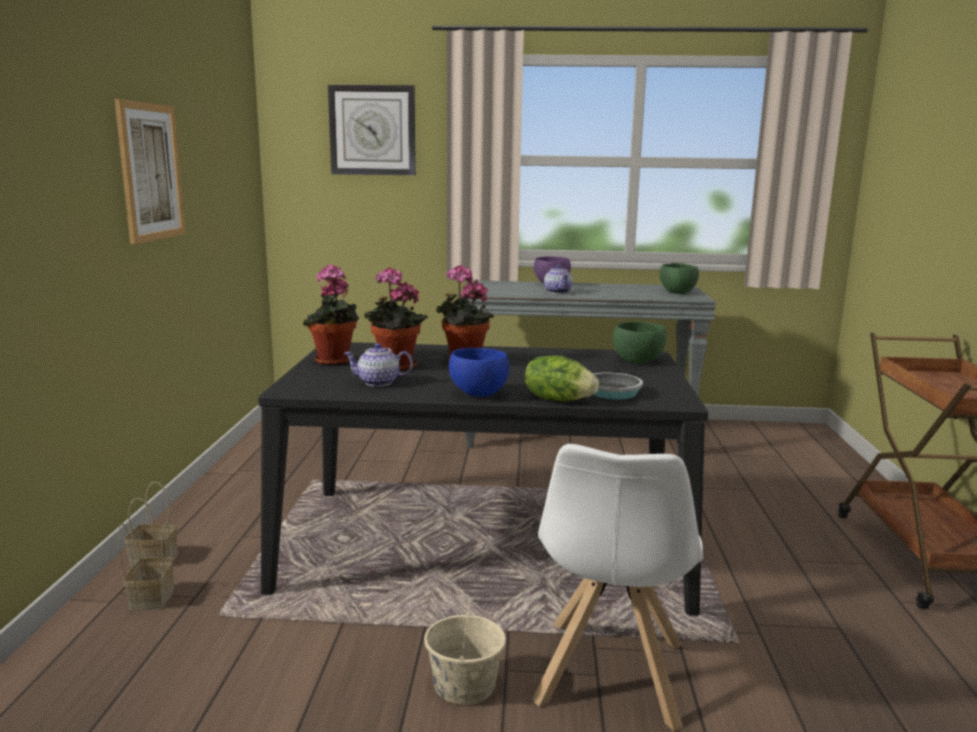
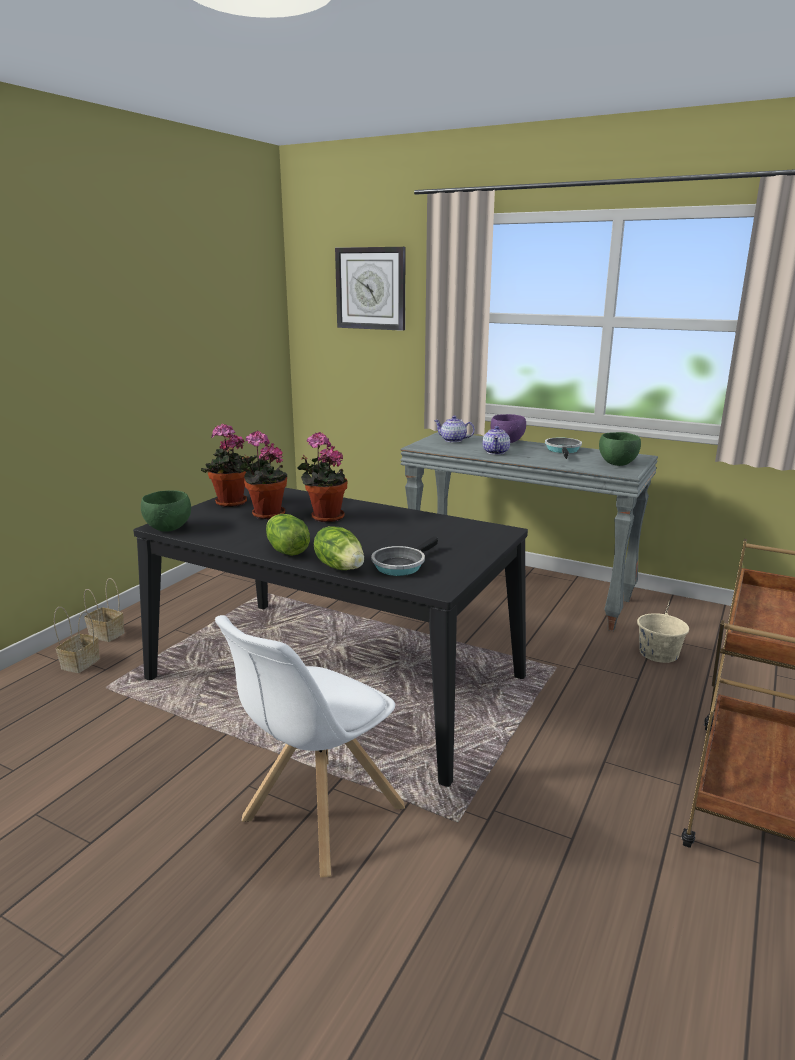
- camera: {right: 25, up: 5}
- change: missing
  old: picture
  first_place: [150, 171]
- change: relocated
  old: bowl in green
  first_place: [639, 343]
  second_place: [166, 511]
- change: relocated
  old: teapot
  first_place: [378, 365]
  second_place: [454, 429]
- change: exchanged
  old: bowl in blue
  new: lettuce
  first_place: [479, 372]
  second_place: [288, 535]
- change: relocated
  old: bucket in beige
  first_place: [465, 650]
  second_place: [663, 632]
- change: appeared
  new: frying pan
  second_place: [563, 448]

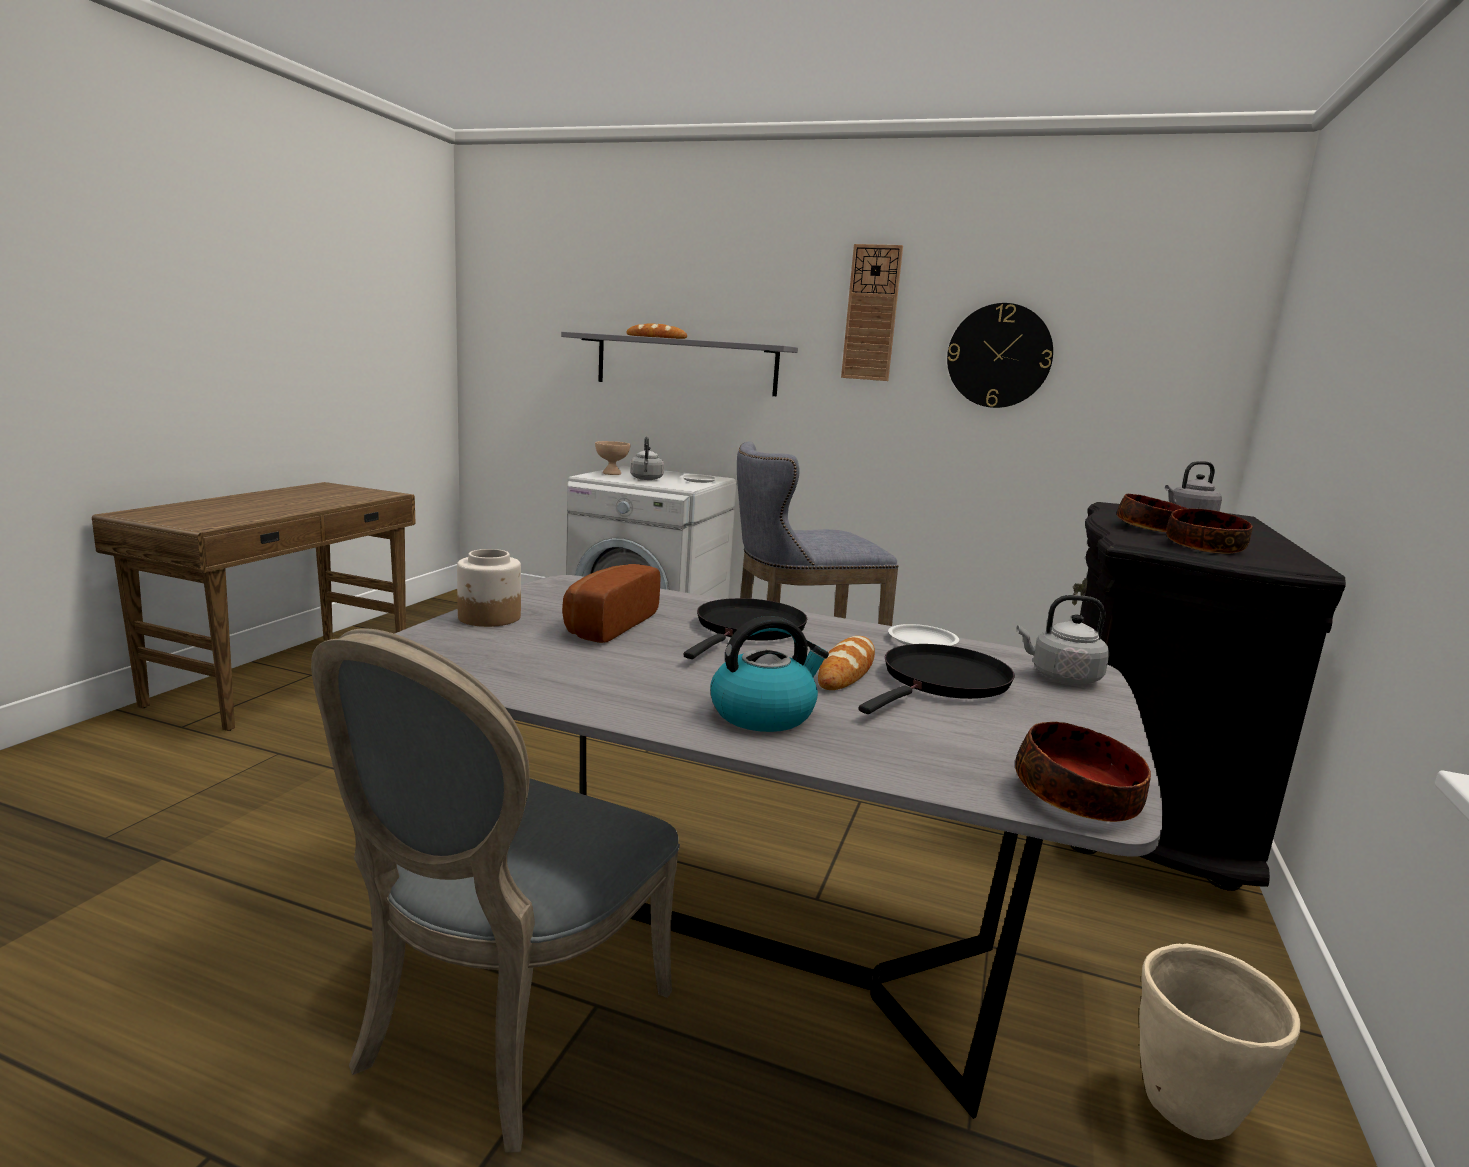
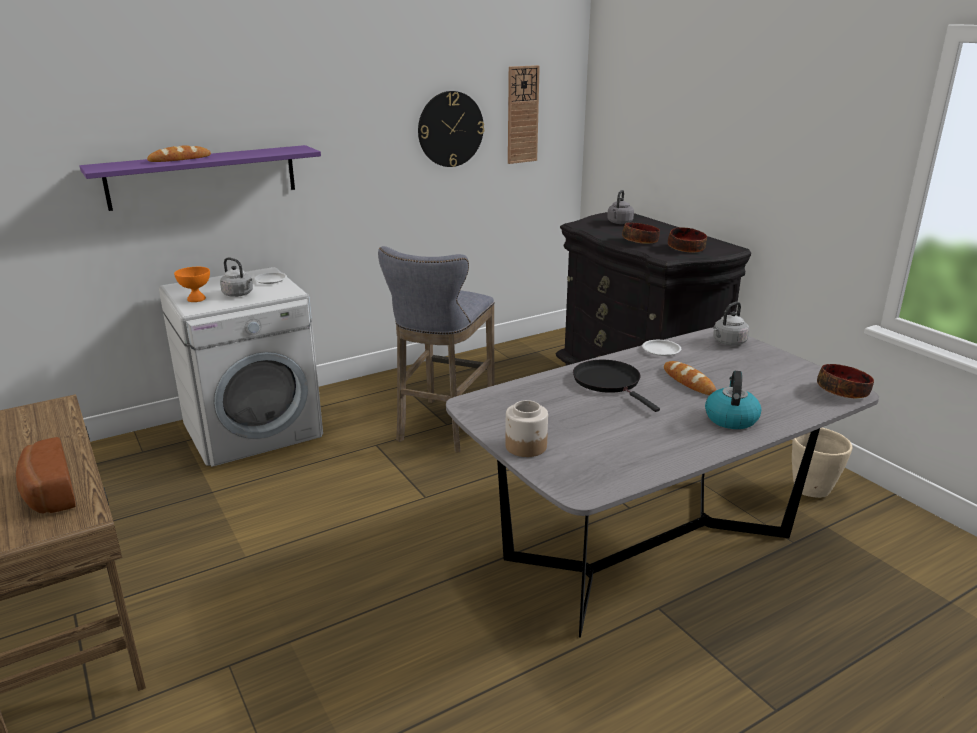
- camera: {right: -50, up: 10}
- change: relocated
  old: wall clock
  first_place: [872, 312]
  second_place: [524, 114]
- change: colour
  old: shelf in grey
  new: shelf in purple
  first_place: [679, 363]
  second_place: [200, 178]
- change: colour
  old: bowl in beige
  new: bowl in orange
  first_place: [613, 458]
  second_place: [192, 284]
- change: relocated
  old: bread
  first_place: [611, 603]
  second_place: [46, 475]
- change: missing
  old: chair in grey
  first_place: [495, 890]
- change: missing
  old: frying pan in black
  first_place: [937, 679]

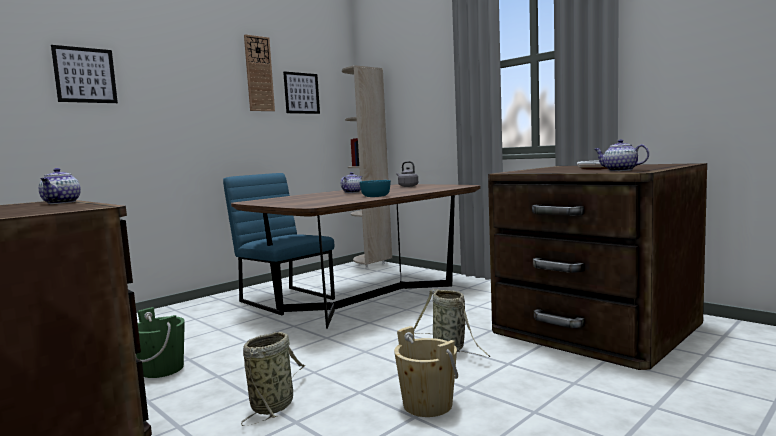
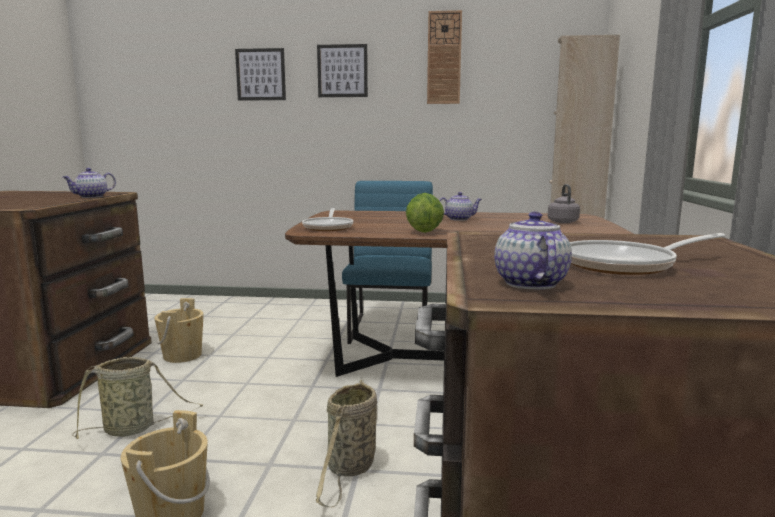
- camera: {right: 50, up: 5}
- change: relocated
  old: picture
  first_place: [301, 92]
  second_place: [342, 70]
- change: exchanged
  old: bowl in turquoise
  new: lettuce
  first_place: [375, 188]
  second_place: [425, 213]
- change: colour
  old: bucket in green
  new: bucket in beige
  first_place: [160, 342]
  second_place: [179, 330]
- change: appeared
  new: frying pan
  second_place: [328, 219]

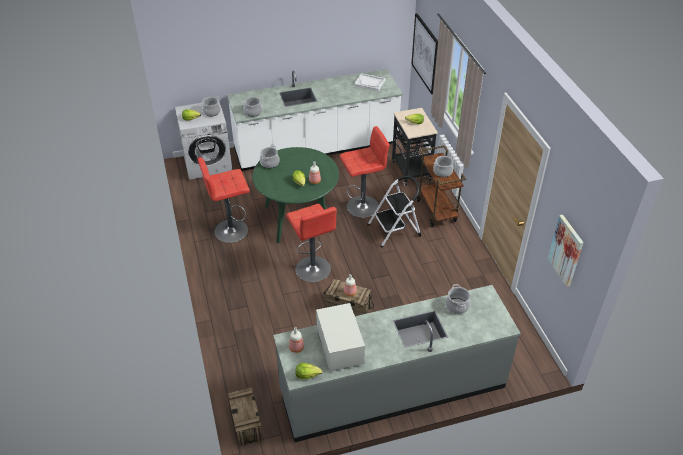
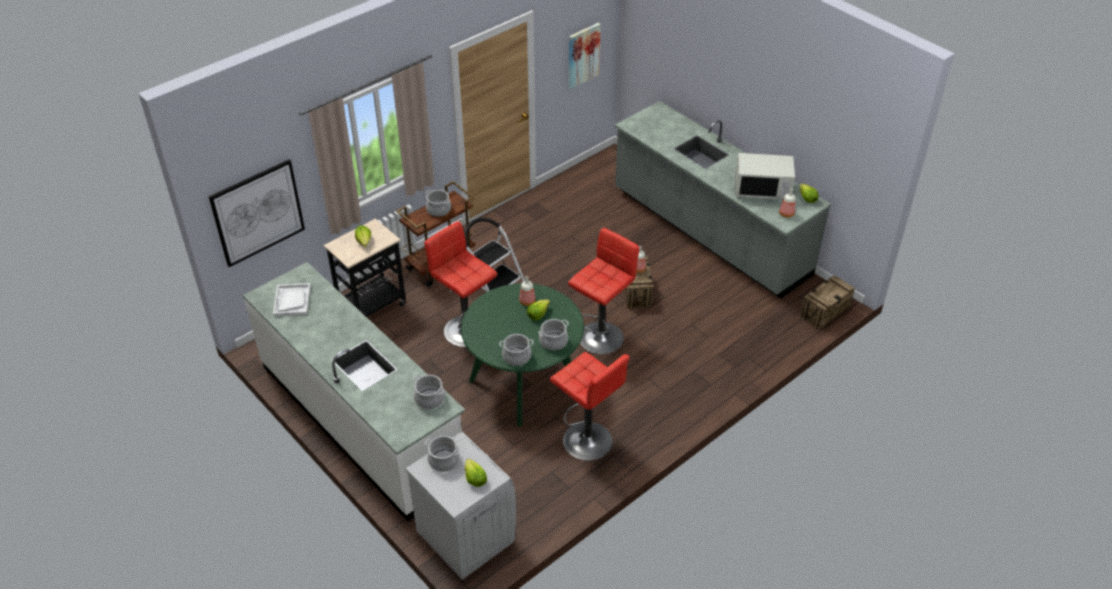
- camera: {right: -115, up: 0}
- change: relocated
  old: cooking pot
  first_place: [457, 299]
  second_place: [553, 335]
- change: spun
  old: microwave in white
  first_place: [340, 337]
  second_place: [765, 176]
  degrees: -135

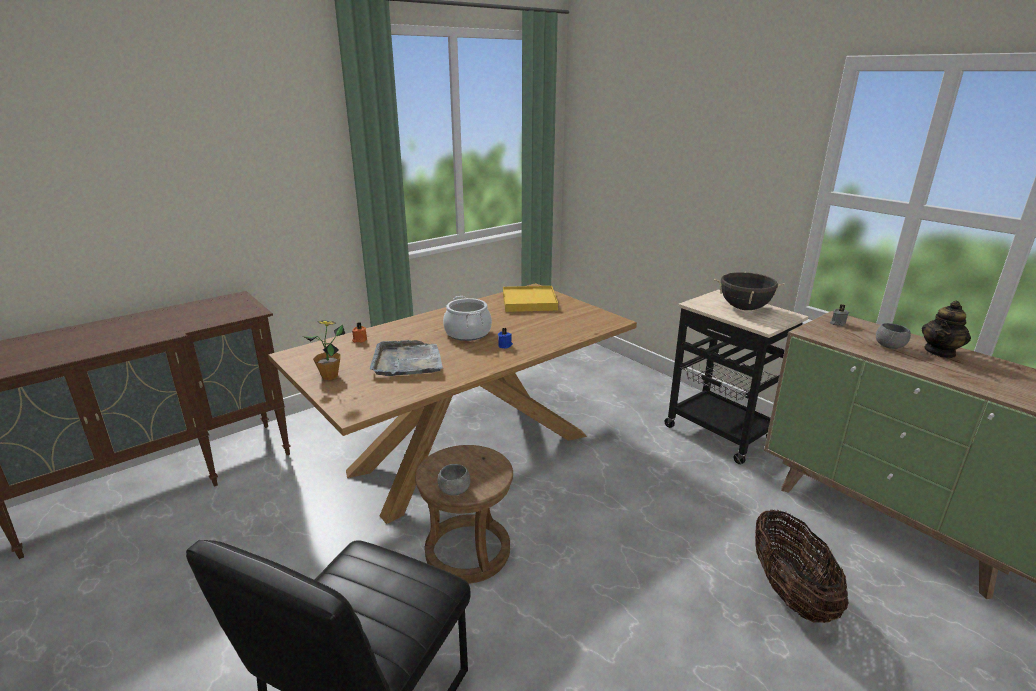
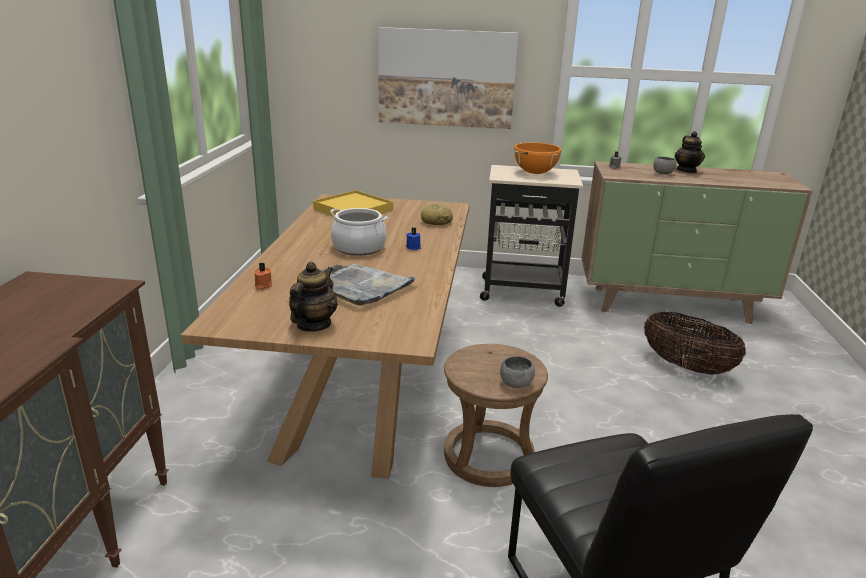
- camera: {right: -45, up: 0}
- change: colour
  old: cooking pot in black
  new: cooking pot in orange
  first_place: [749, 291]
  second_place: [537, 158]
- change: exchanged
  old: potted plant
  new: teapot
  first_place: [324, 350]
  second_place: [313, 297]
- change: appeared
  new: picture
  second_place: [448, 78]
- change: appeared
  new: bread
  second_place: [437, 214]

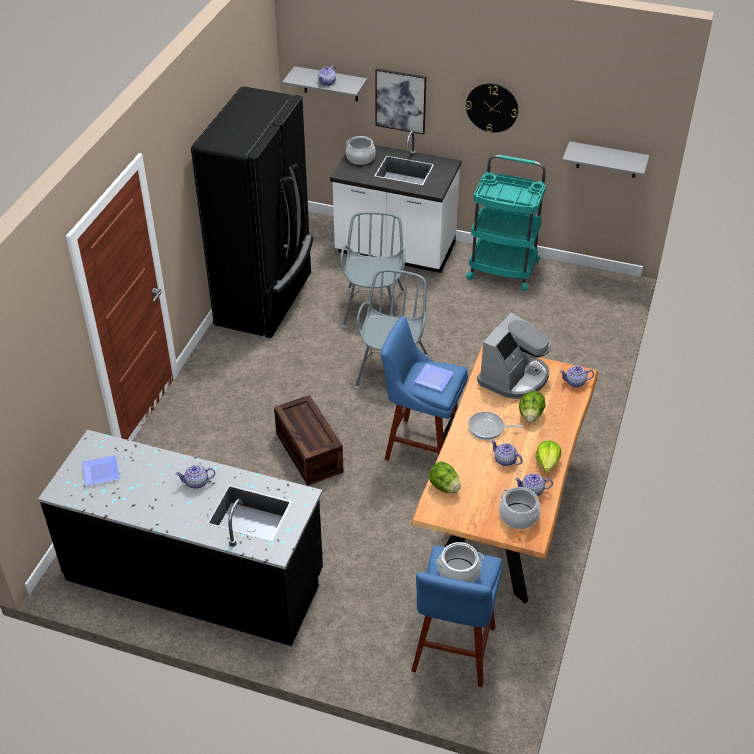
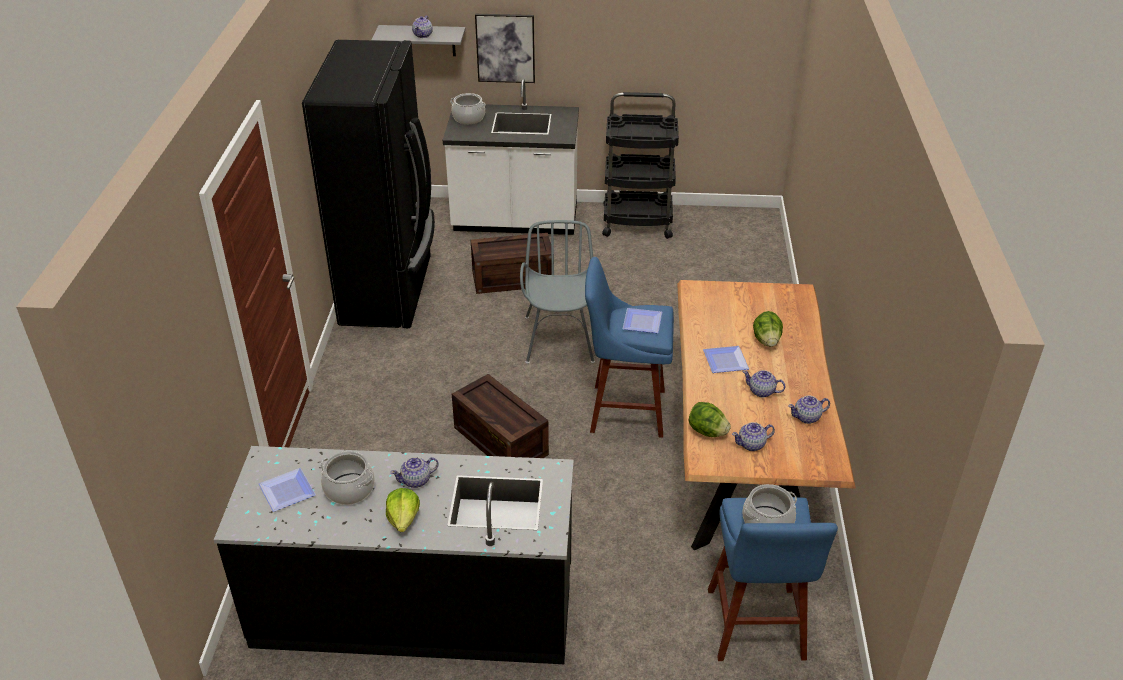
- camera: {right: -15, up: -5}
- change: missing
  old: wall clock
  first_place: [492, 108]
- change: missing
  old: shelf in grey
  first_place: [606, 159]
- change: colour
  old: cart in turquoise
  new: cart in black
  first_place: [506, 223]
  second_place: [640, 165]
- change: exchanged
  old: chair in grey
  new: crate
  first_place: [372, 269]
  second_place: [511, 263]
- change: missing
  old: coffee machine
  first_place: [514, 355]
- change: relocated
  old: teapot
  first_place: [577, 376]
  second_place: [753, 436]
- change: exchanged
  old: frying pan
  new: plate
  first_place: [495, 426]
  second_place: [726, 359]
- change: relocated
  old: lettuce
  first_place: [548, 456]
  second_place: [403, 510]
- change: relocated
  old: cooking pot
  first_place: [520, 508]
  second_place: [347, 478]

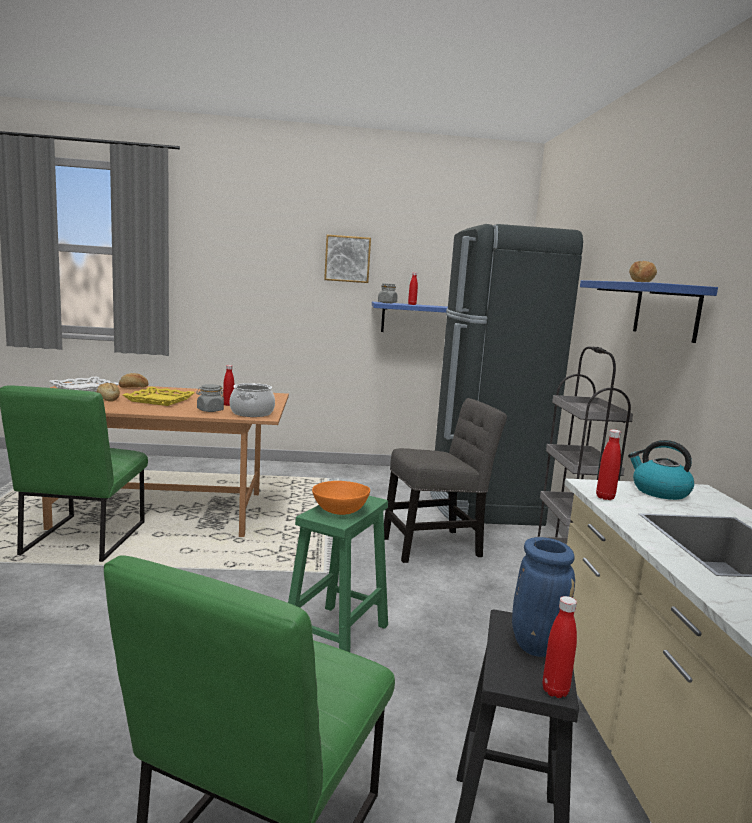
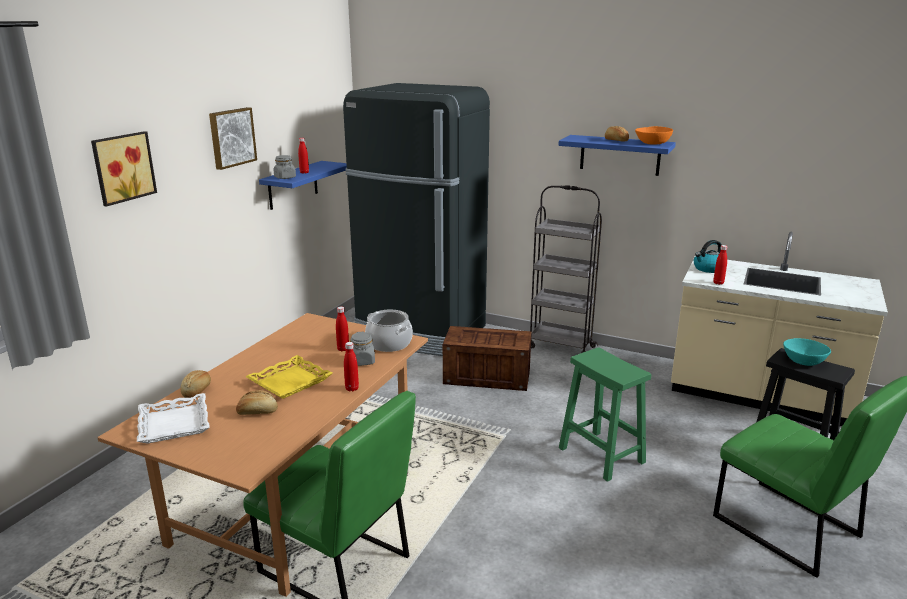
- camera: {right: -60, up: 10}
- change: exchanged
  old: chair in grey
  new: crate
  first_place: [445, 480]
  second_place: [487, 358]
- change: relocated
  old: bowl in orange
  first_place: [341, 498]
  second_place: [654, 135]
- change: exchanged
  old: vase in blue
  new: bowl in turquoise
  first_place: [543, 597]
  second_place: [807, 352]
- change: relocated
  old: bottle in red
  first_place: [559, 647]
  second_place: [351, 367]
- change: appeared
  new: picture
  second_place: [124, 169]

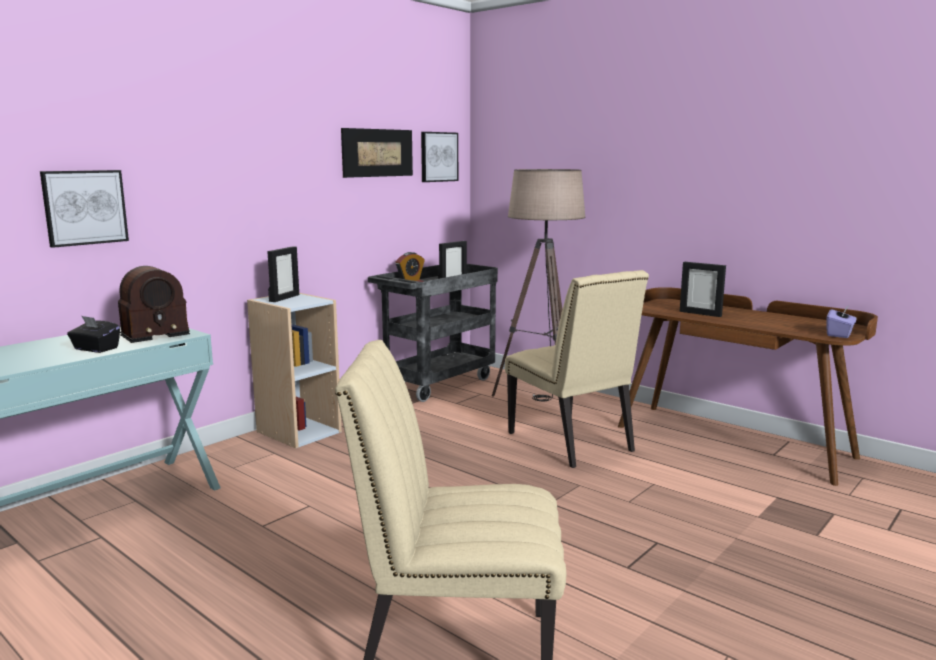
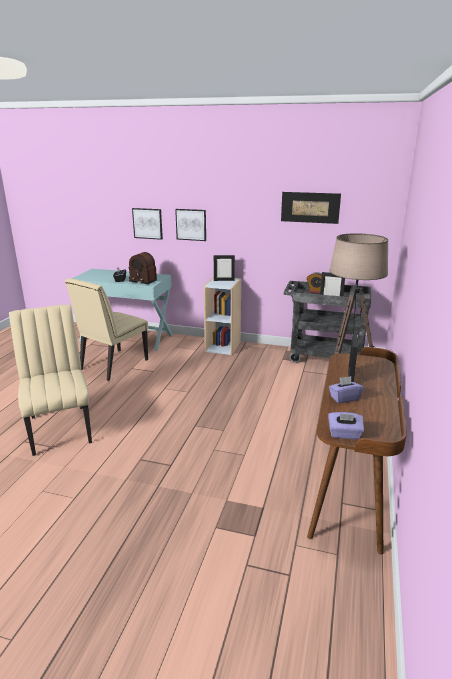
- camera: {right: 65, up: 10}
- change: relocated
  old: picture
  first_place: [439, 157]
  second_place: [190, 225]
- change: relocated
  old: chair in beige
  first_place: [577, 369]
  second_place: [107, 329]
- change: appeared
  new: tissue box in purple
  second_place: [346, 389]

